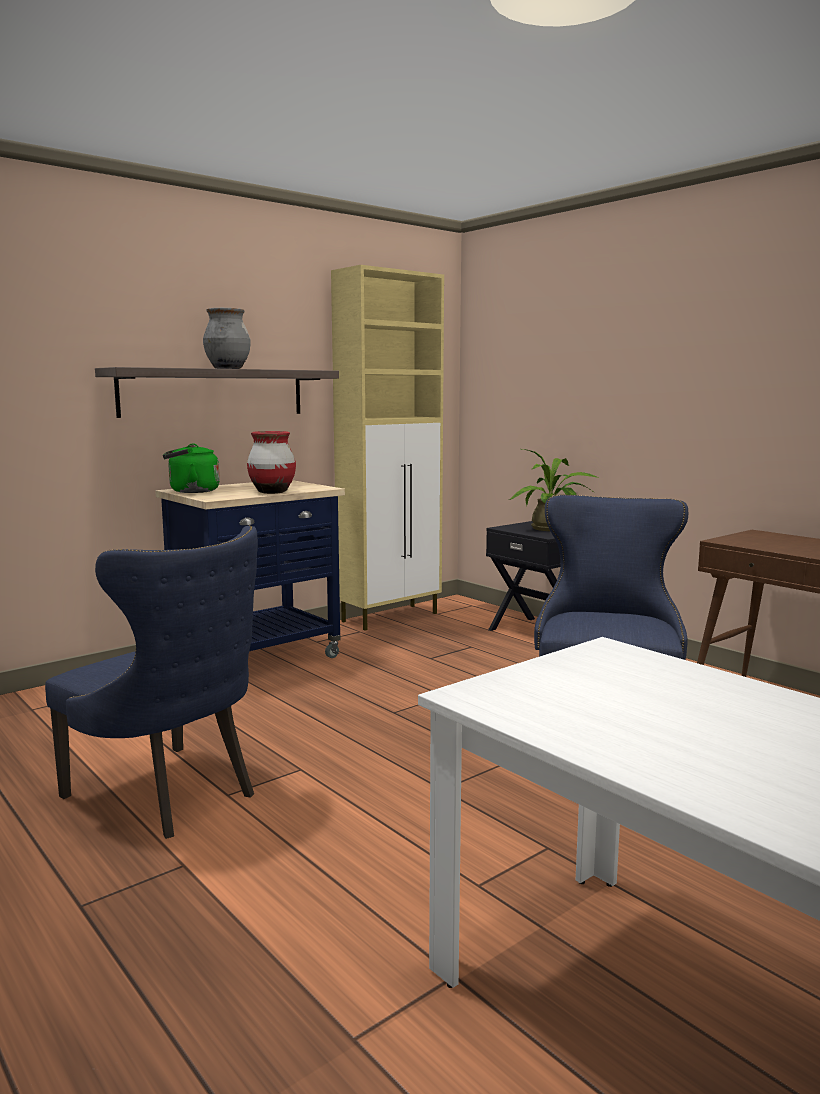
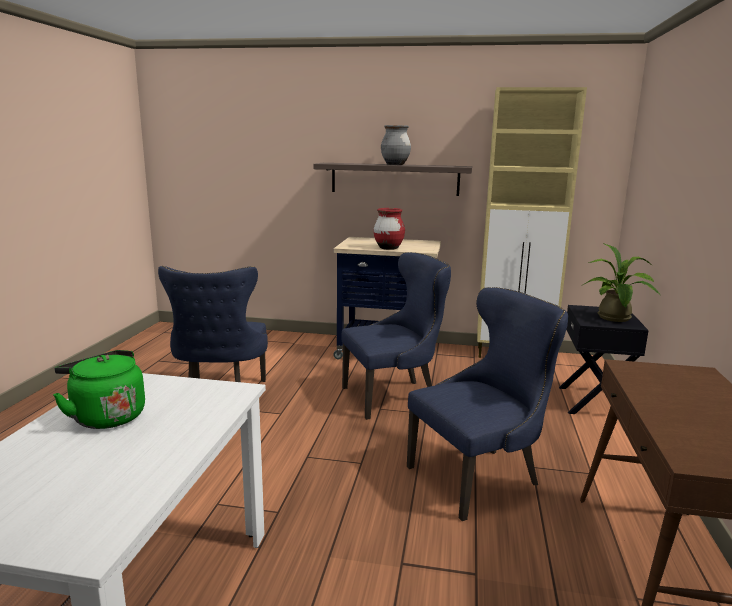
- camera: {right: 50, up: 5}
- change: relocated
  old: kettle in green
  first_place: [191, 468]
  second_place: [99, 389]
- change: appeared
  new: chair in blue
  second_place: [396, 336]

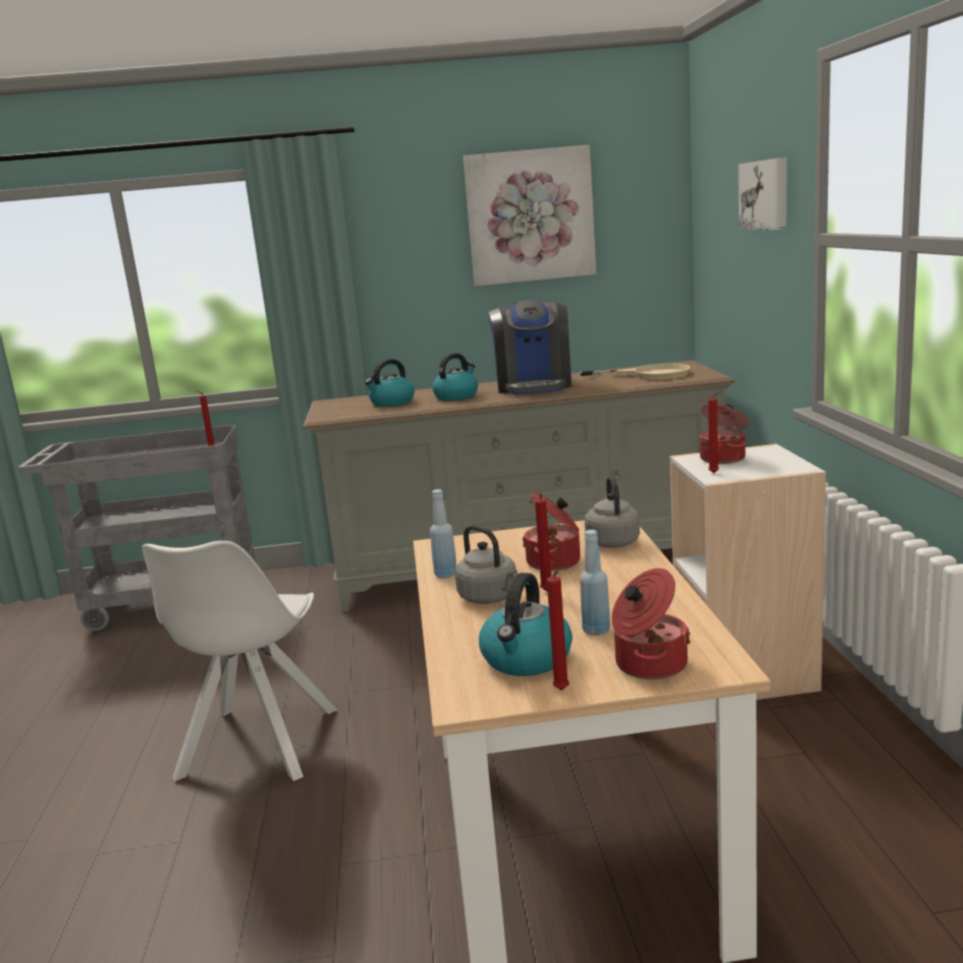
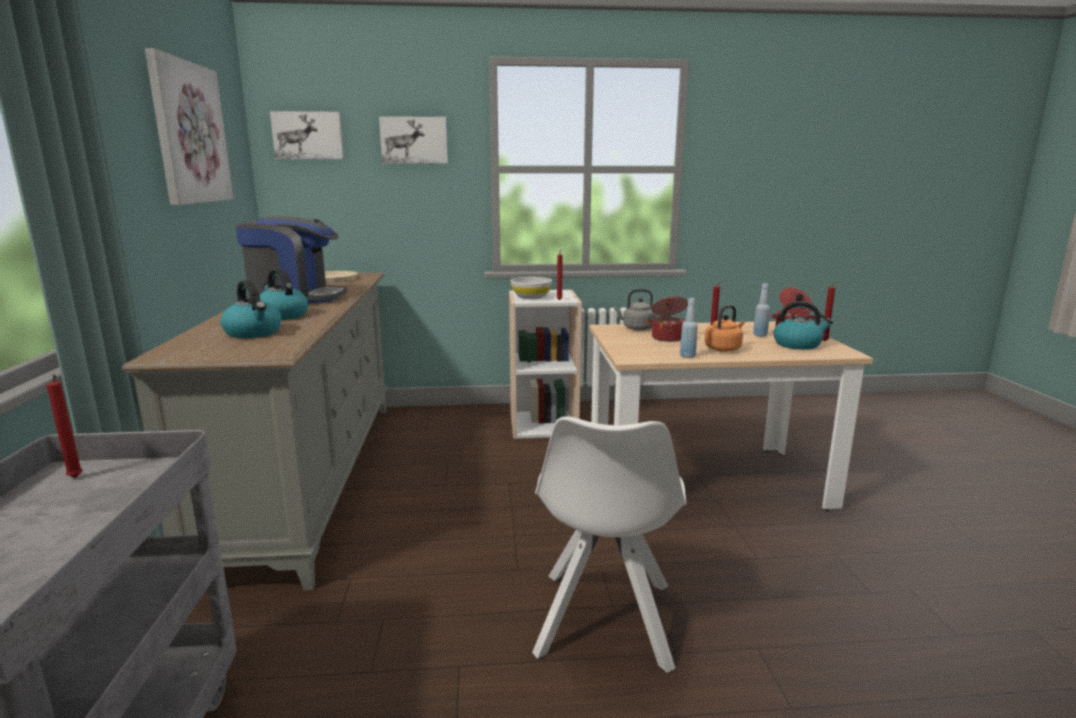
- camera: {right: -90, up: 0}
- change: exchanged
  old: cooking pot
  new: bowl in white
  first_place: [724, 434]
  second_place: [531, 288]
- change: colour
  old: kettle in grey
  new: kettle in orange
  first_place: [486, 564]
  second_place: [724, 328]
- change: spun
  old: chair in white
  first_place: [239, 661]
  second_place: [609, 545]
  degrees: 90
- change: appeared
  new: picture
  second_place: [307, 135]

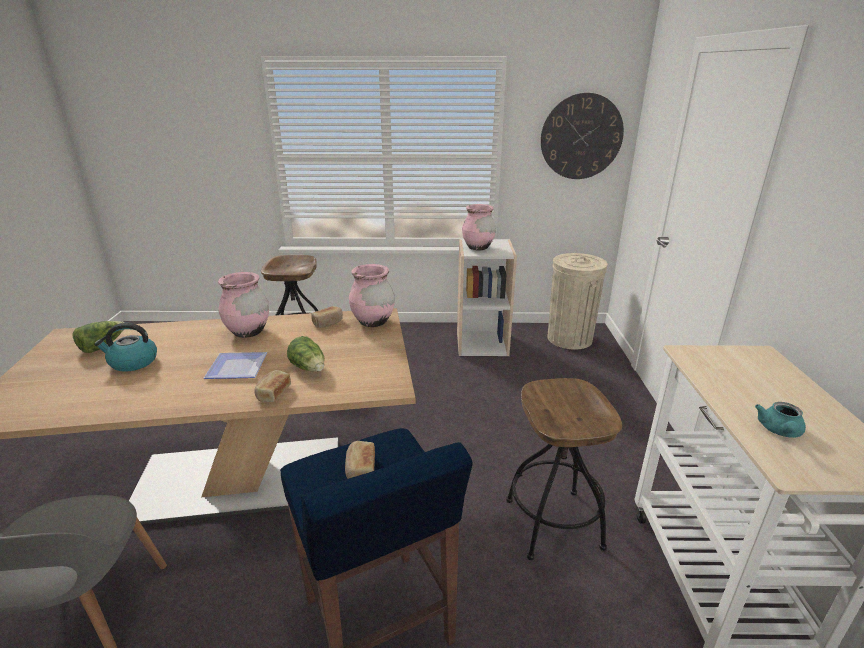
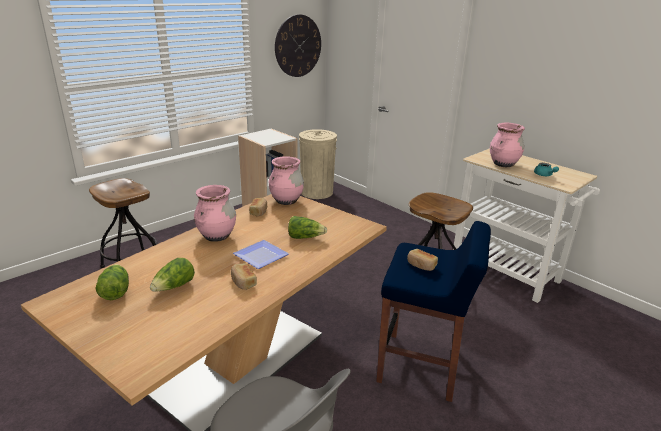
- camera: {right: -45, up: 0}
- change: relocated
  old: vase in pink
  first_place: [479, 227]
  second_place: [507, 145]
- change: exchanged
  old: kettle
  new: lettuce
  first_place: [125, 347]
  second_place: [172, 275]
- change: relocated
  old: bread
  first_place: [272, 386]
  second_place: [244, 276]

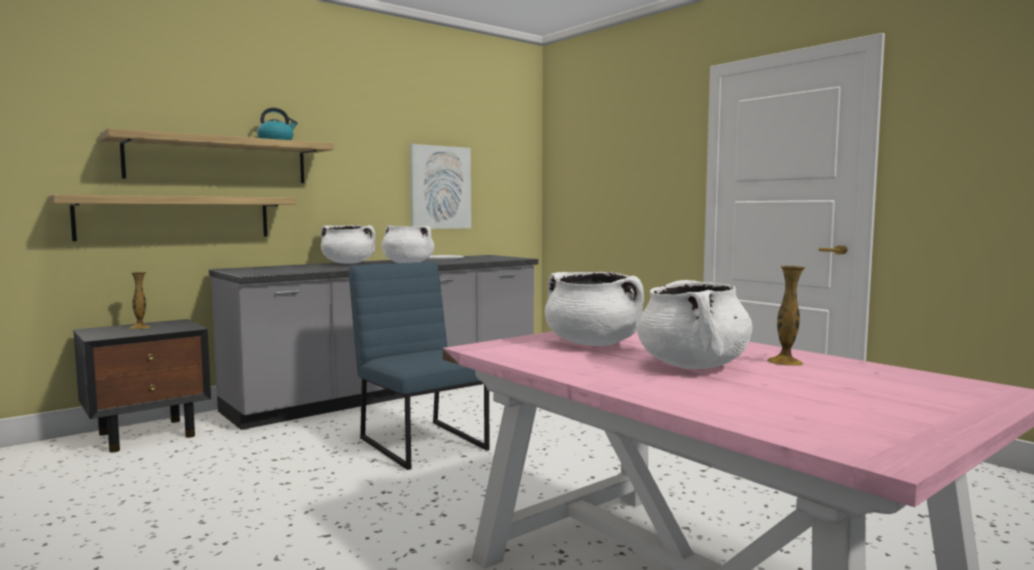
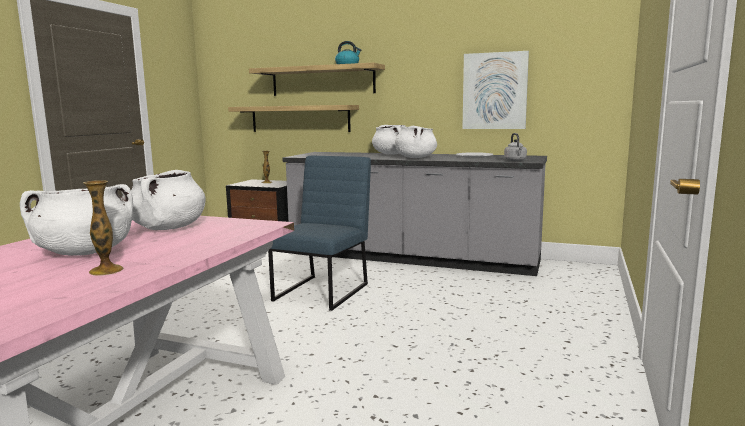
- camera: {right: 60, up: 5}
- change: appeared
  new: kettle in grey
  second_place: [515, 147]

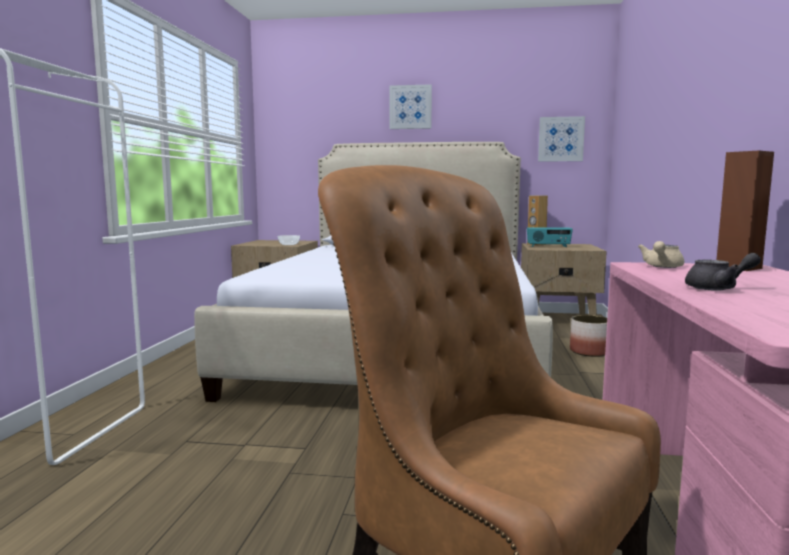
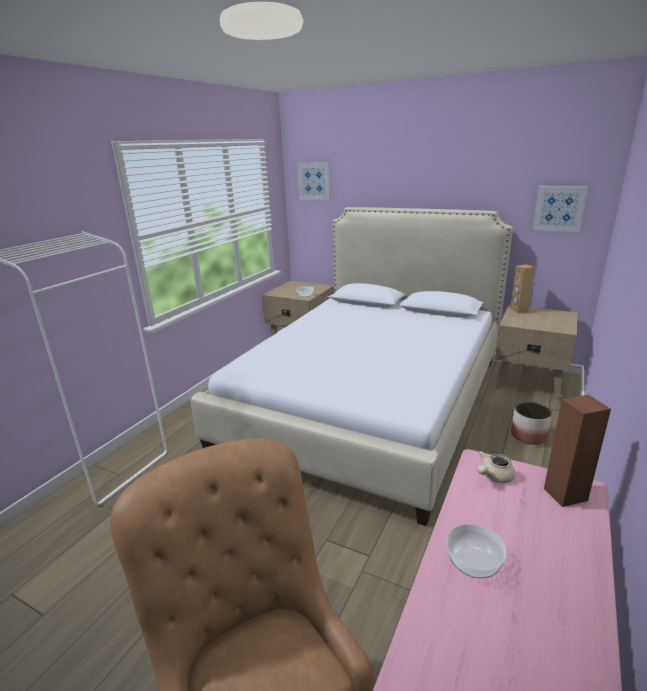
- camera: {right: 20, up: 15}
- change: relocated
  old: picture
  first_place: [411, 106]
  second_place: [314, 181]
- change: missing
  old: radio
  first_place: [550, 237]
- change: exchanged
  old: teapot in grey
  new: bowl
  first_place: [723, 272]
  second_place: [476, 551]

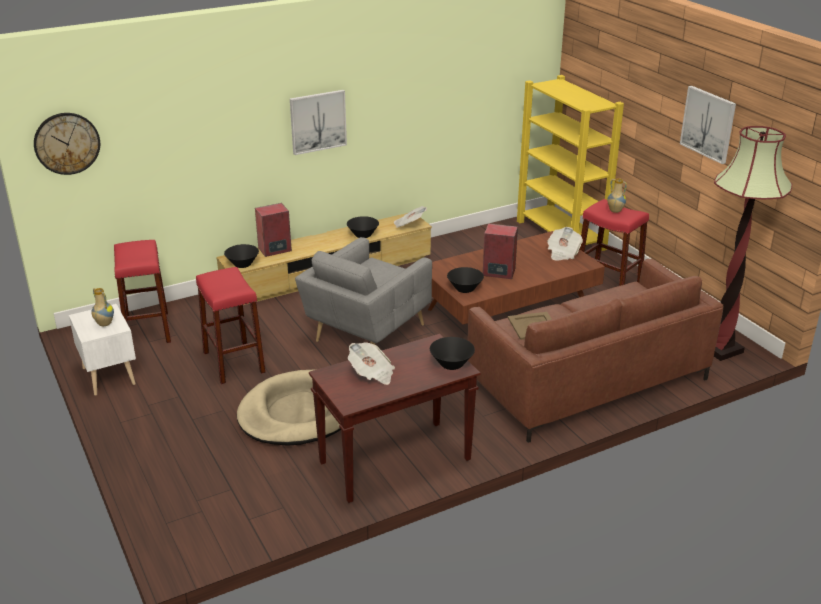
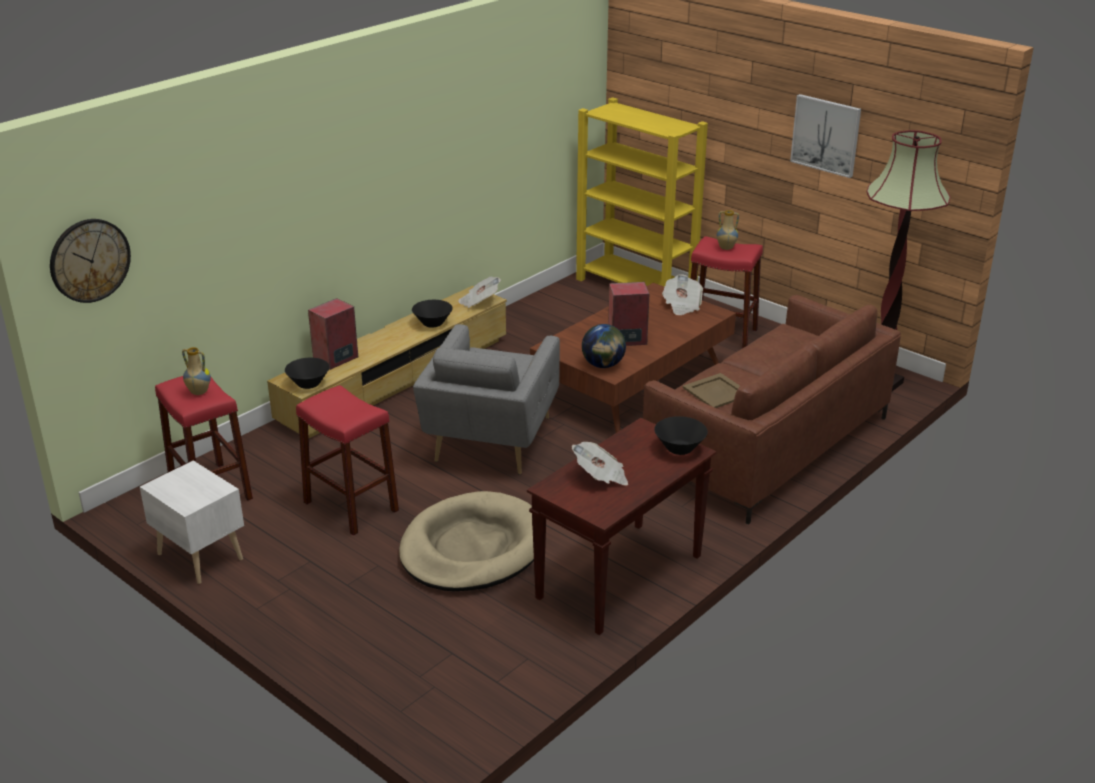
- camera: {right: -20, up: 0}
- change: missing
  old: picture
  first_place: [318, 122]
- change: exchanged
  old: bowl in black
  new: globe
  first_place: [465, 280]
  second_place: [604, 346]
- change: relocated
  old: vase
  first_place: [102, 307]
  second_place: [196, 371]

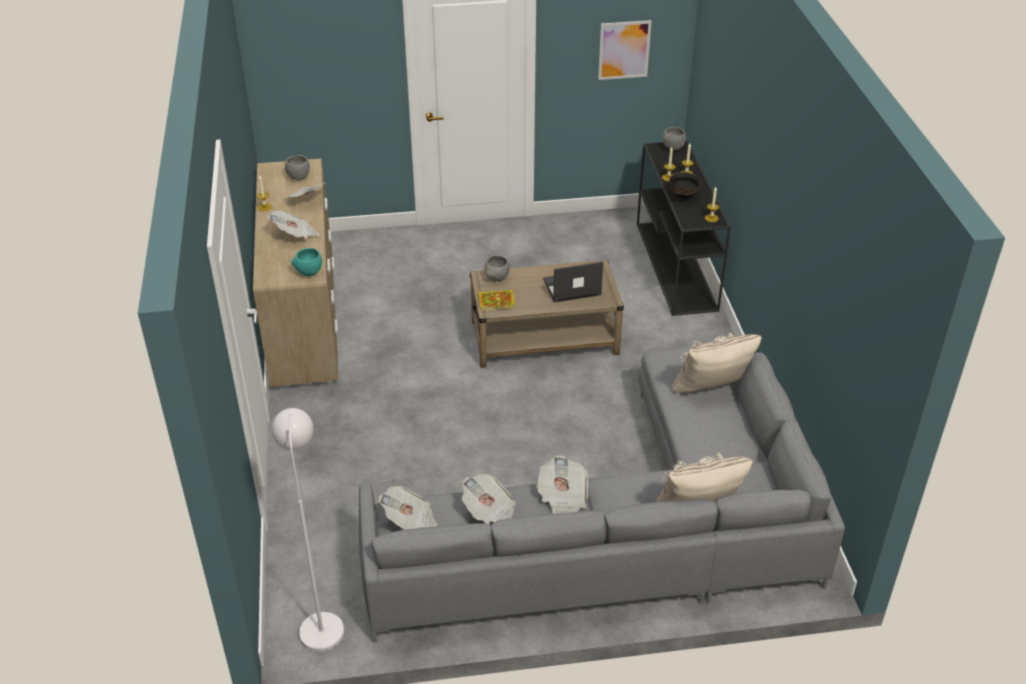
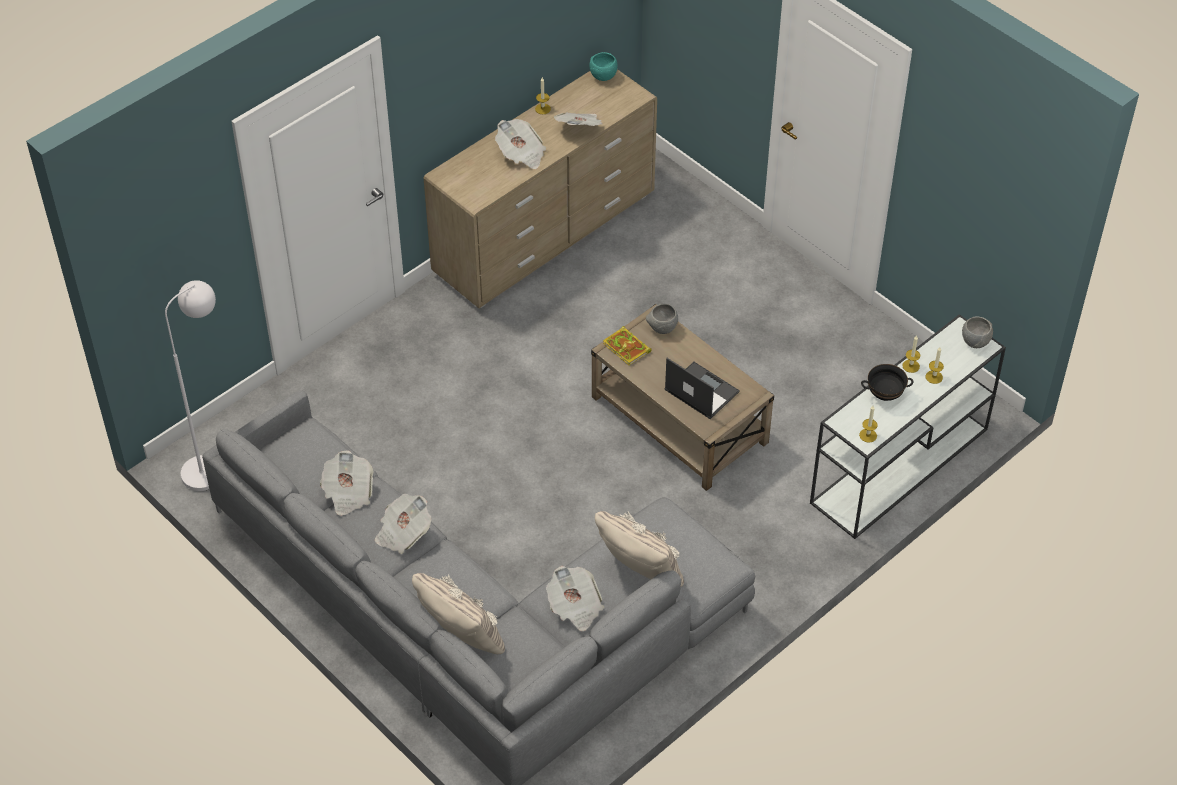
- camera: {right: 55, up: 10}
- change: missing
  old: picture
  first_place: [625, 50]
- change: colour
  old: console table in black
  new: console table in white
  first_place: [684, 228]
  second_place: [908, 426]
- change: missing
  old: bowl in grey
  first_place: [297, 167]
- change: relocated
  old: bowl in turquoise
  first_place: [306, 262]
  second_place: [603, 66]
- change: relocated
  old: newspaper
  first_place: [408, 508]
  second_place: [575, 598]

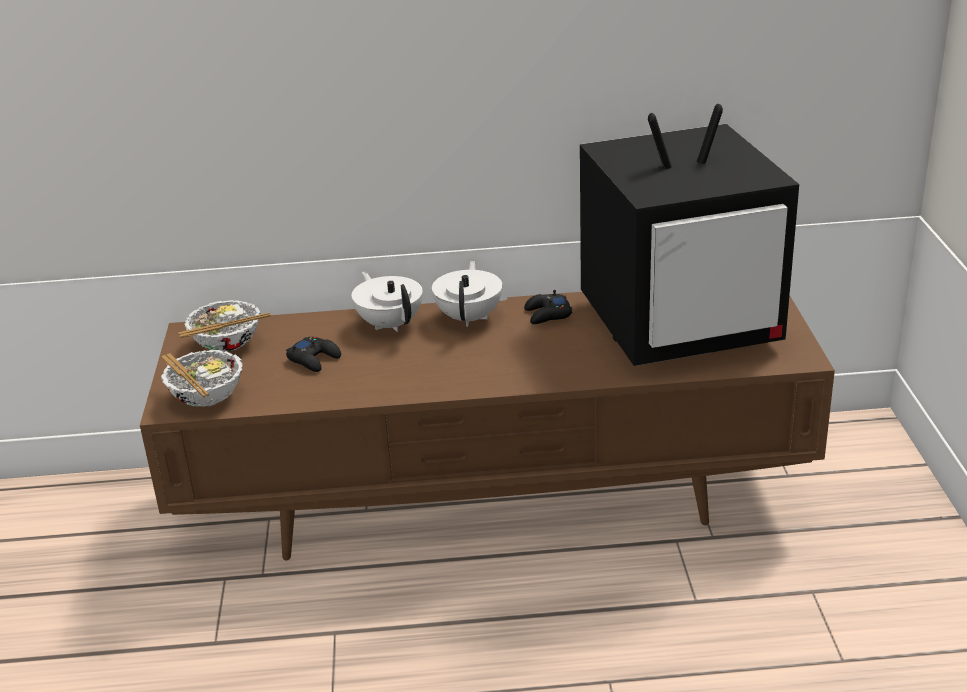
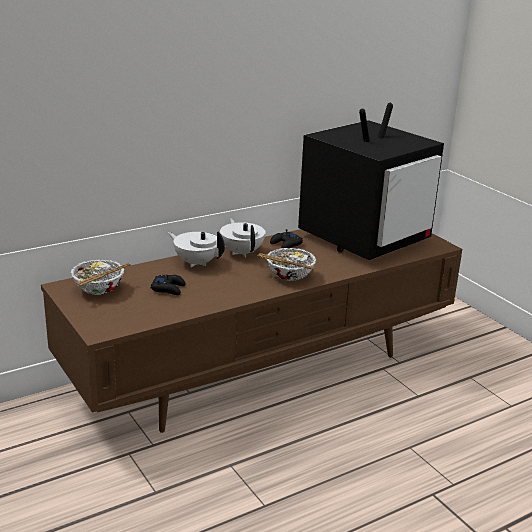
- camera: {right: -30, up: -5}
- change: relocated
  old: bowl
  first_place: [202, 378]
  second_place: [287, 264]

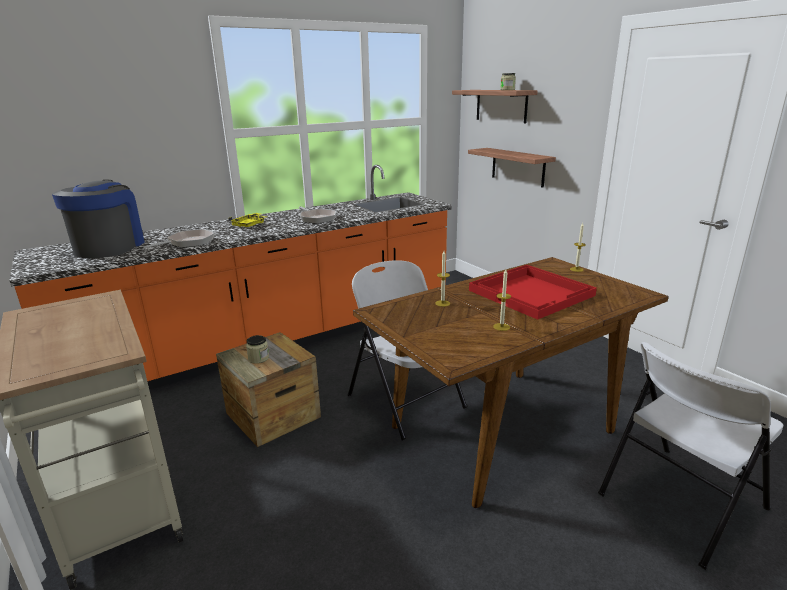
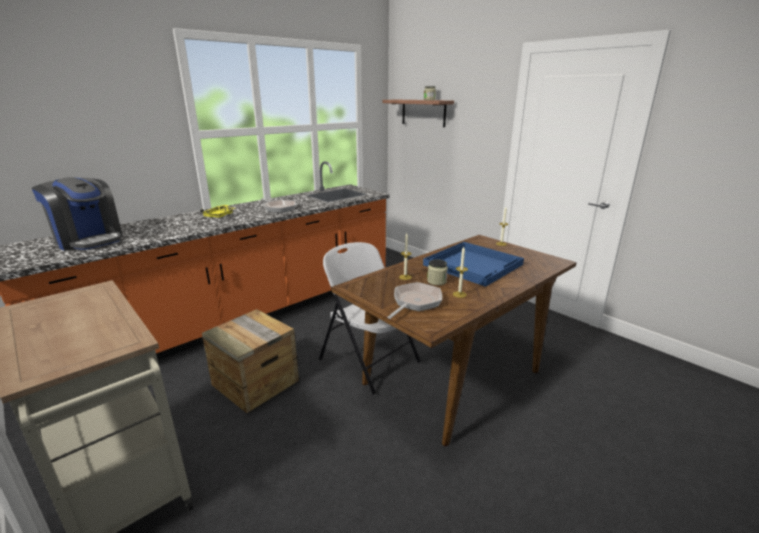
- camera: {right: -10, up: 0}
- change: missing
  old: shelf
  first_place: [512, 168]
- change: spun
  old: coffee machine
  first_place: [98, 219]
  second_place: [77, 214]
  degrees: 135
- change: relocated
  old: frying pan
  first_place: [179, 238]
  second_place: [414, 300]
- change: colour
  old: tray in red
  new: tray in blue
  first_place: [533, 292]
  second_place: [473, 264]
- change: relocated
  old: jar
  first_place: [257, 349]
  second_place: [437, 272]
- change: missing
  old: chair in white
  first_place: [690, 456]

